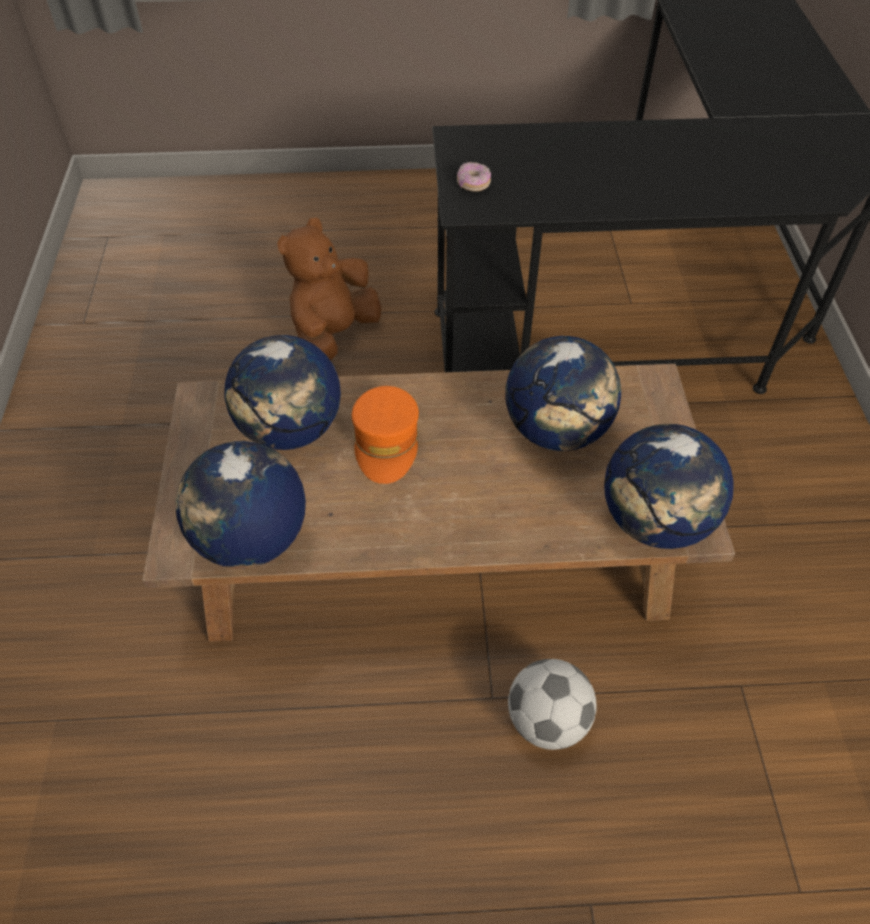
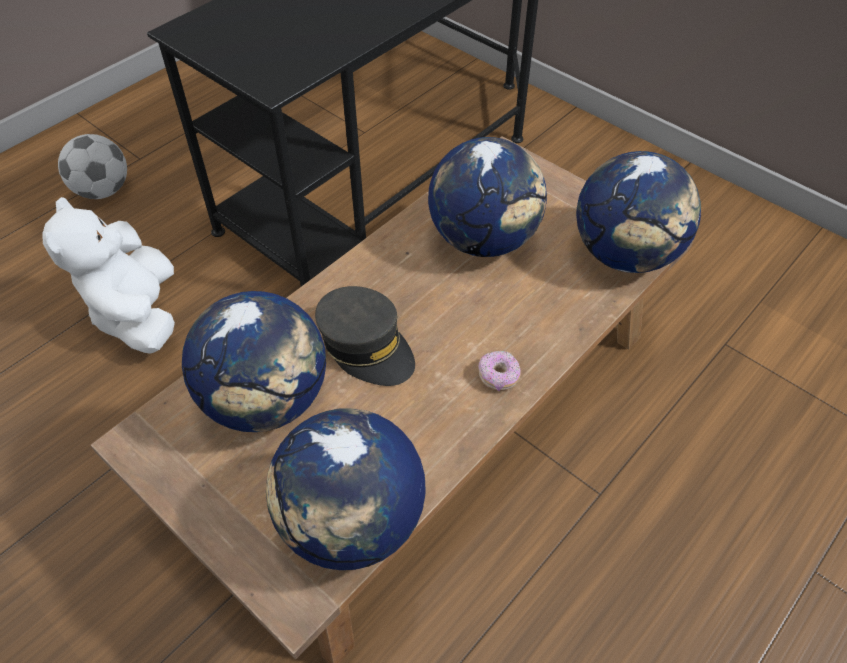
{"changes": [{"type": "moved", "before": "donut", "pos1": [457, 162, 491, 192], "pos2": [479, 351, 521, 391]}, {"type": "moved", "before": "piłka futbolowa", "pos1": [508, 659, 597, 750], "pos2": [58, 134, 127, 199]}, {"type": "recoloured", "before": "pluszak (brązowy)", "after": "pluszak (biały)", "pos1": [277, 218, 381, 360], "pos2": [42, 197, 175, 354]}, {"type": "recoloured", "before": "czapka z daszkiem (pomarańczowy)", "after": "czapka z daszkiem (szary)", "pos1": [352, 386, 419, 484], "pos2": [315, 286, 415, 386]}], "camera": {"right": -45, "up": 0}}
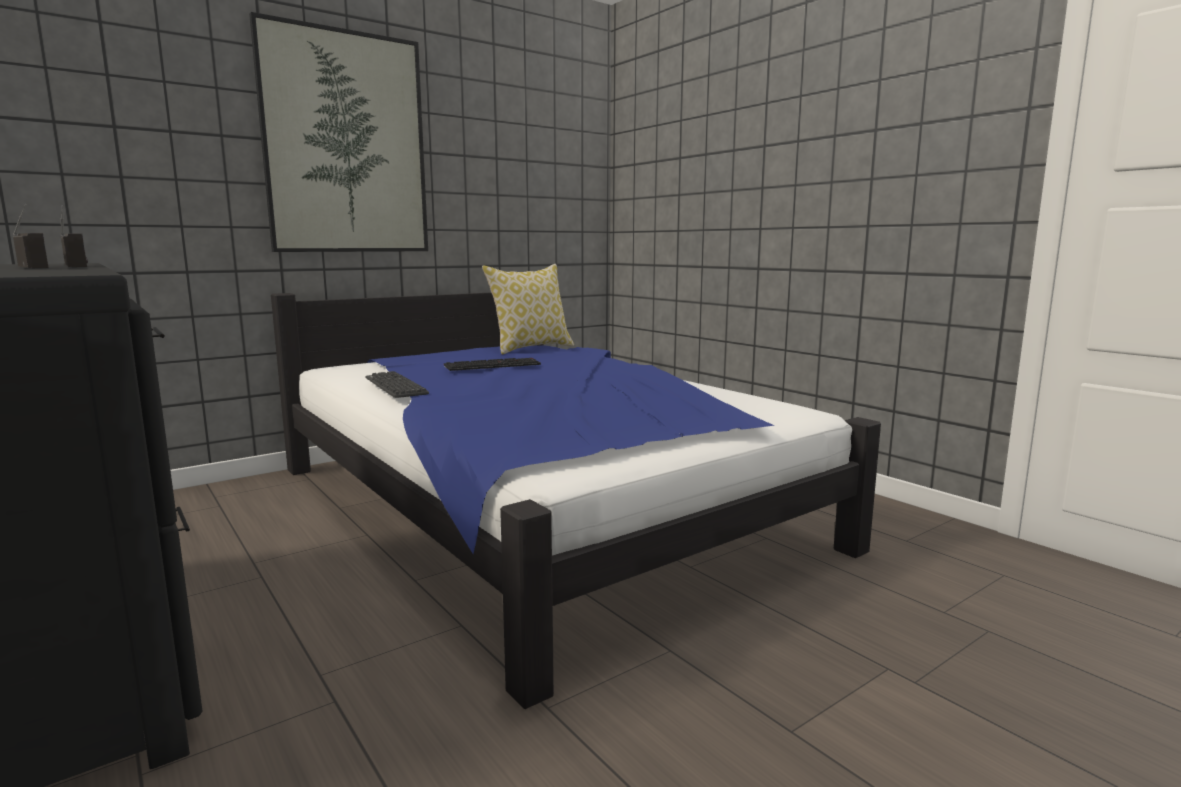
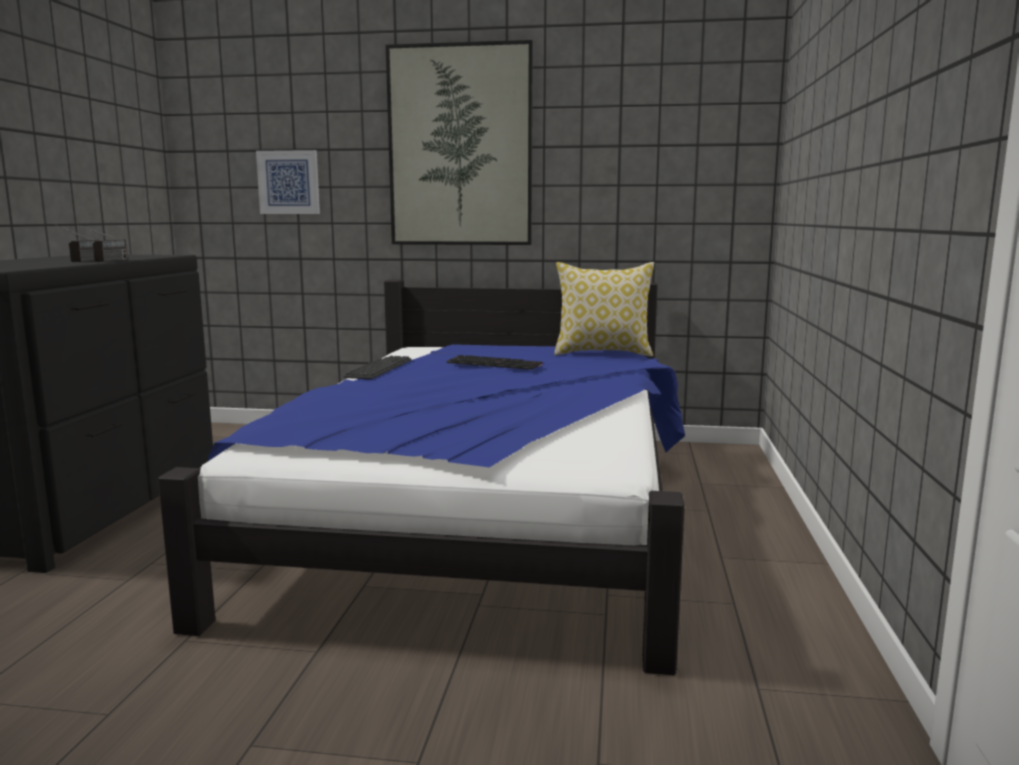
{"changes": [{"type": "added", "after": "obraz", "pos2": [256, 150, 320, 214]}], "camera": {"right": 45, "up": 0}}
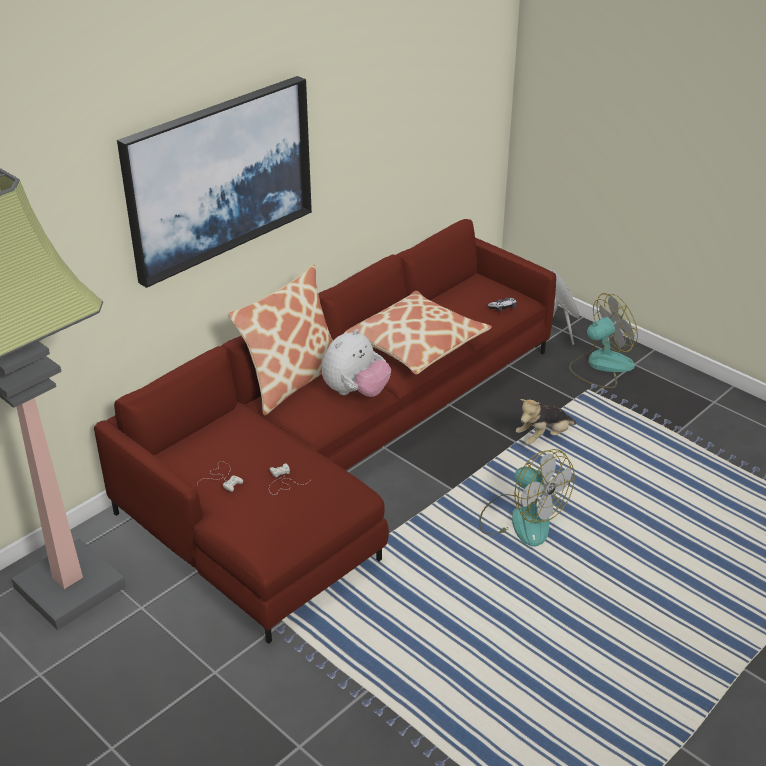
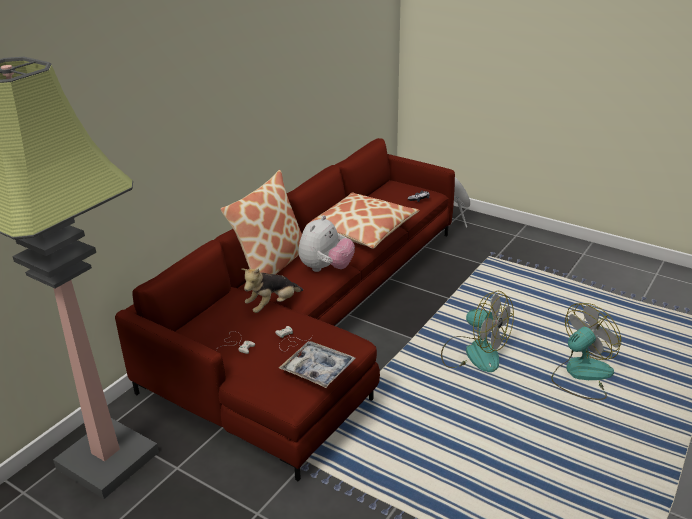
{"changes": [{"type": "removed", "before": "obraz", "pos1": [117, 76, 312, 288]}, {"type": "added", "after": "taca", "pos2": [279, 341, 355, 388]}, {"type": "moved", "before": "pluszak", "pos1": [516, 399, 576, 445], "pos2": [242, 269, 303, 313]}, {"type": "moved", "before": "wentylator", "pos1": [569, 293, 638, 388], "pos2": [551, 303, 621, 400]}], "camera": {"right": -10, "up": -5}}
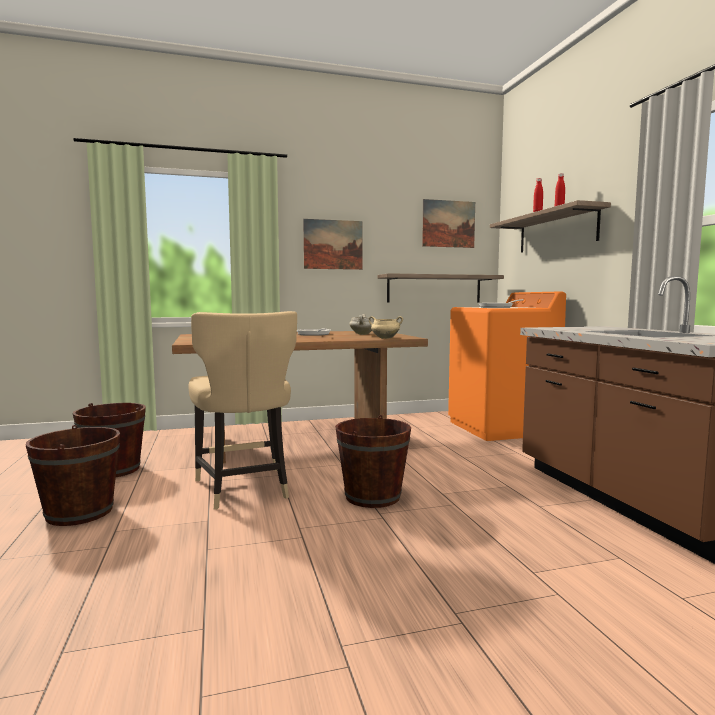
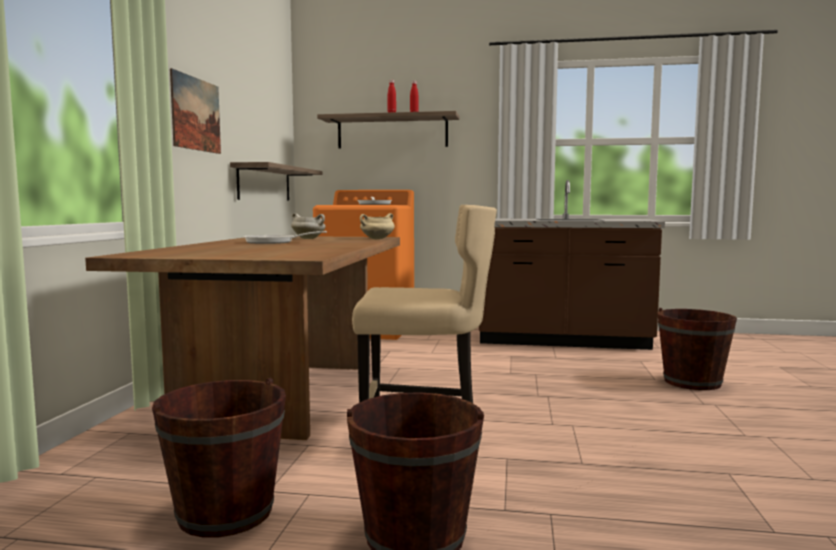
{"changes": [{"type": "removed", "before": "obraz", "pos1": [422, 199, 475, 248]}, {"type": "moved", "before": "wiadro (brązowy)", "pos1": [335, 415, 411, 508], "pos2": [657, 308, 737, 390]}], "camera": {"right": -65, "up": 0}}
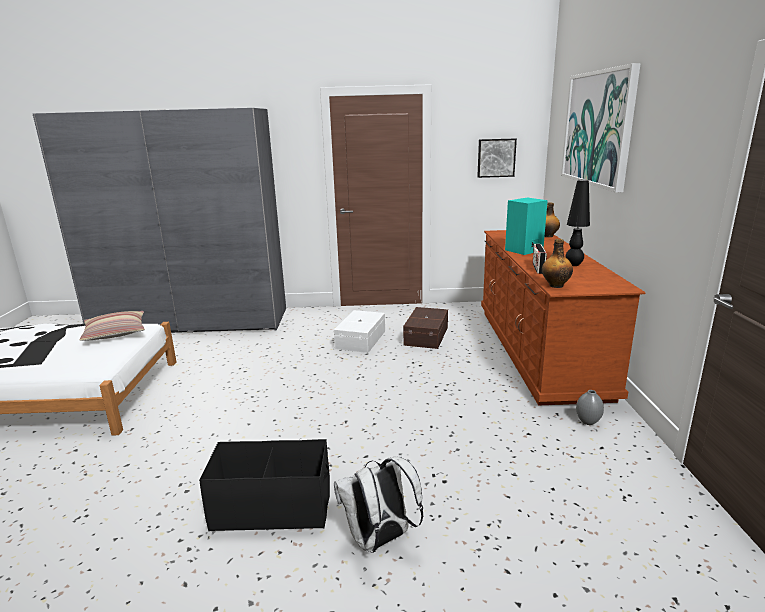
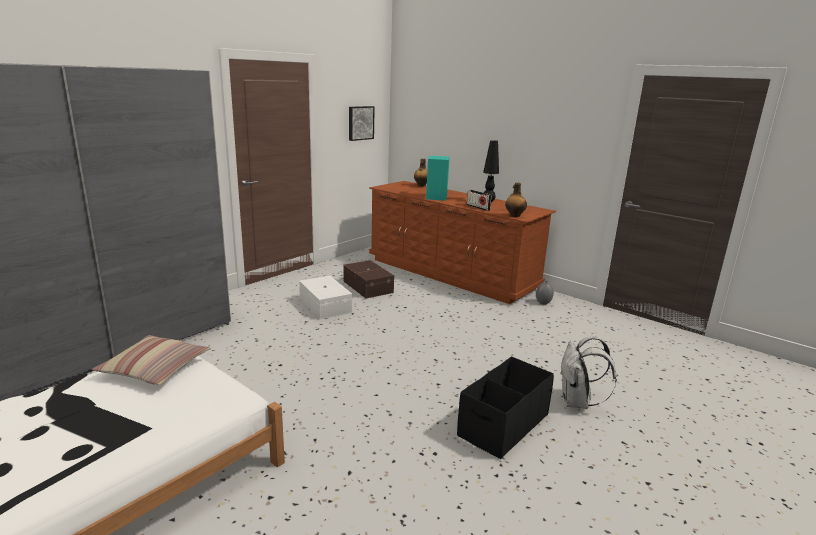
{"changes": [{"type": "removed", "before": "obraz", "pos1": [561, 63, 641, 193]}], "camera": {"right": -50, "up": 0}}
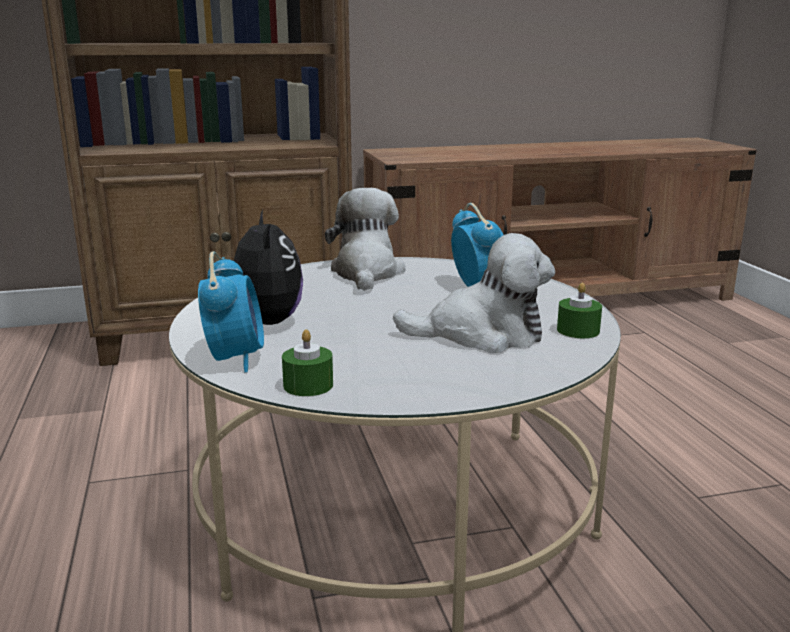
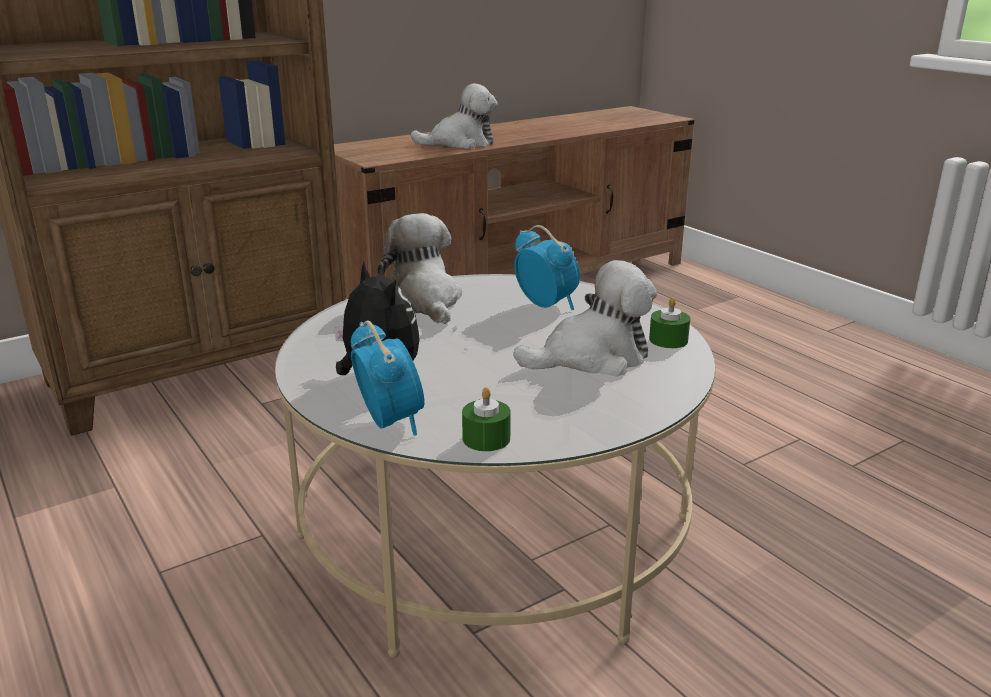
{"changes": [{"type": "added", "after": "pluszak", "pos2": [410, 84, 498, 149]}], "camera": {"right": -20, "up": 5}}
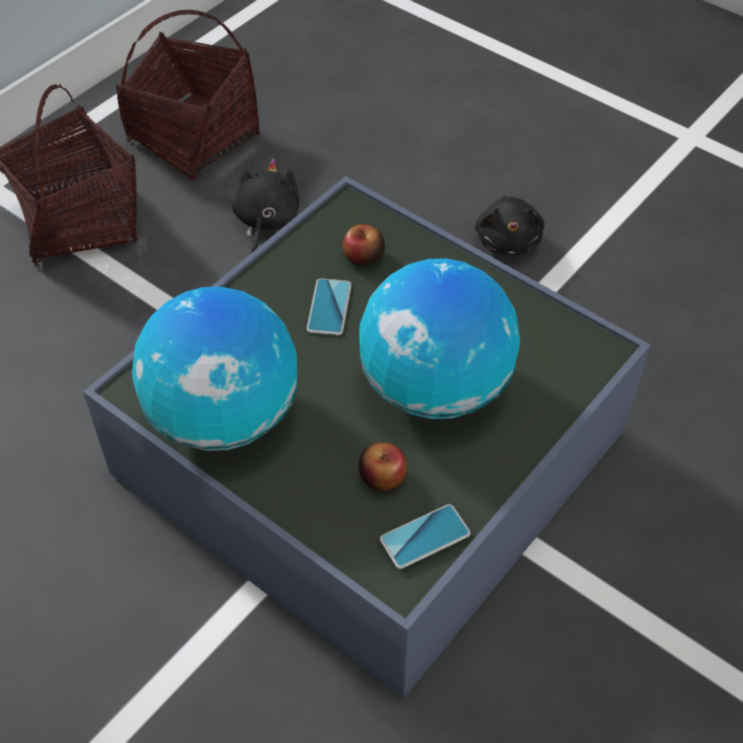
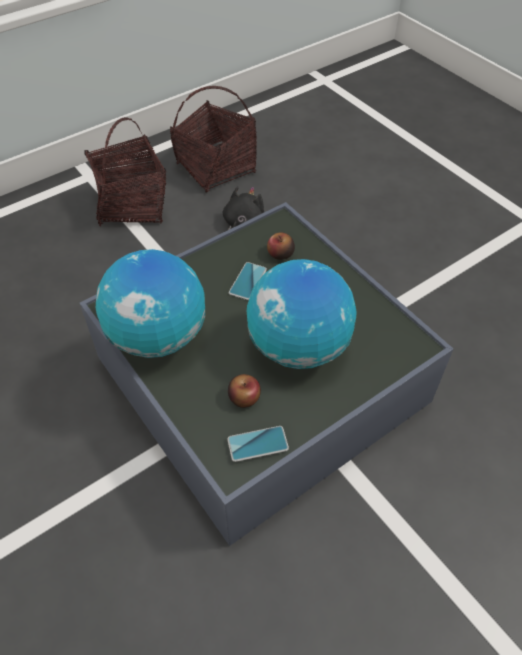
{"changes": [{"type": "removed", "before": "pluszak (czarny)", "pos1": [475, 195, 544, 256]}], "camera": {"right": 15, "up": 0}}
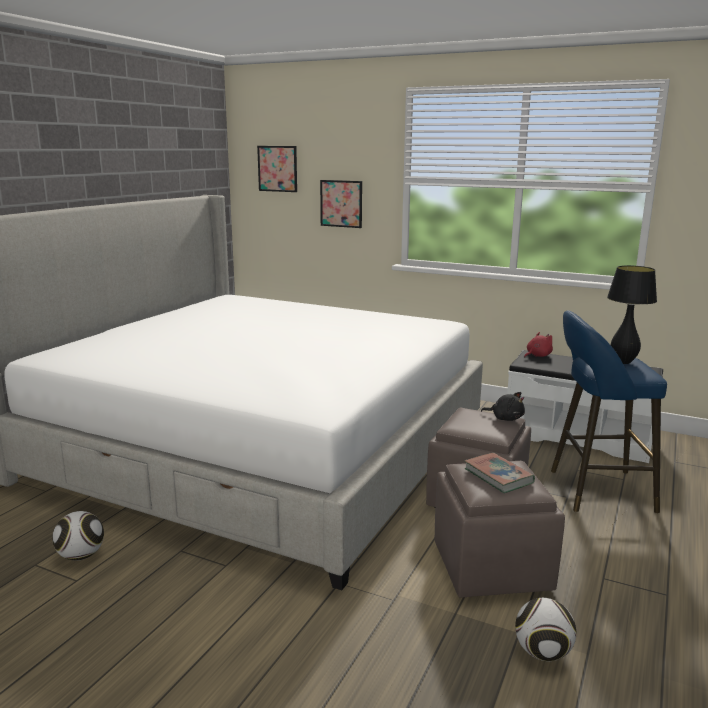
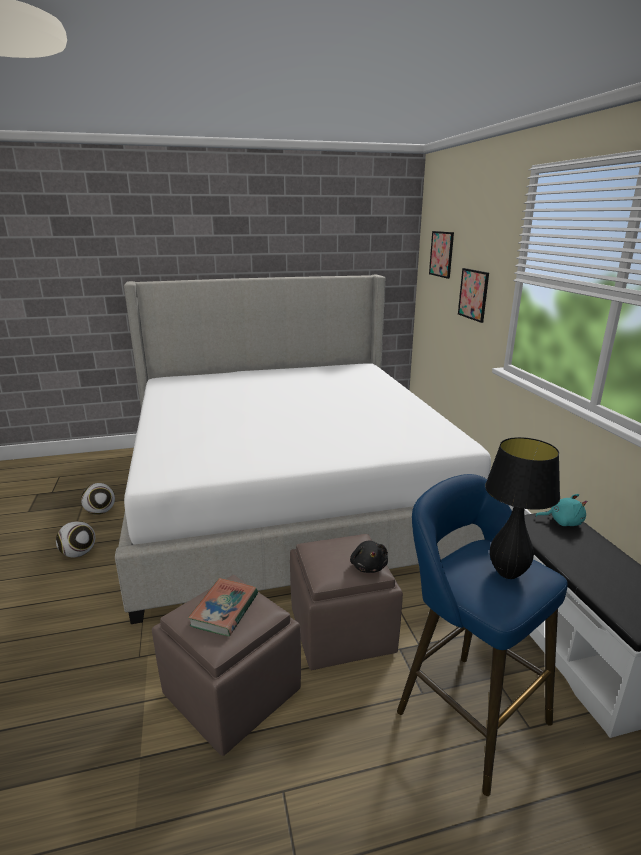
{"changes": [{"type": "moved", "before": "piłka futbolowa", "pos1": [515, 598, 576, 661], "pos2": [56, 521, 95, 558]}, {"type": "recoloured", "before": "pluszak (czerwony)", "after": "pluszak (turkusowy)", "pos1": [524, 332, 553, 357], "pos2": [535, 494, 587, 526]}], "camera": {"right": 50, "up": 5}}
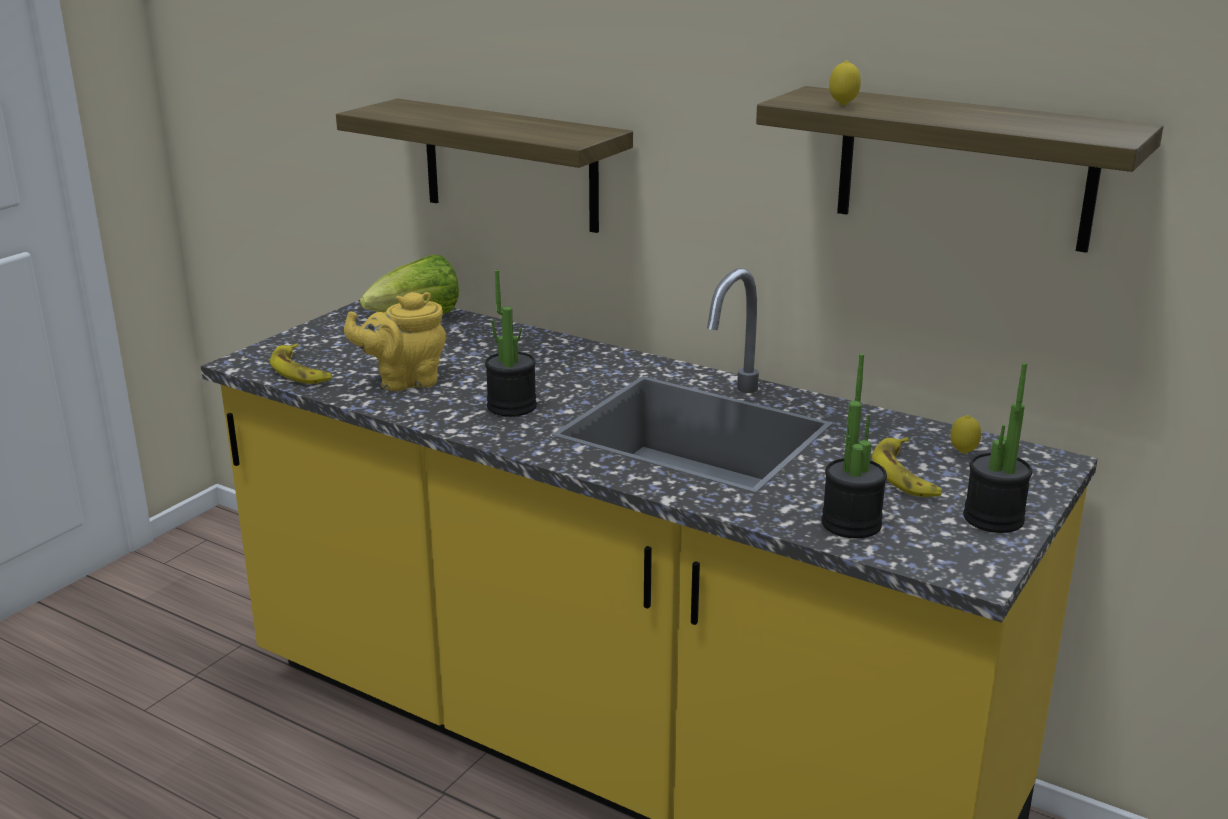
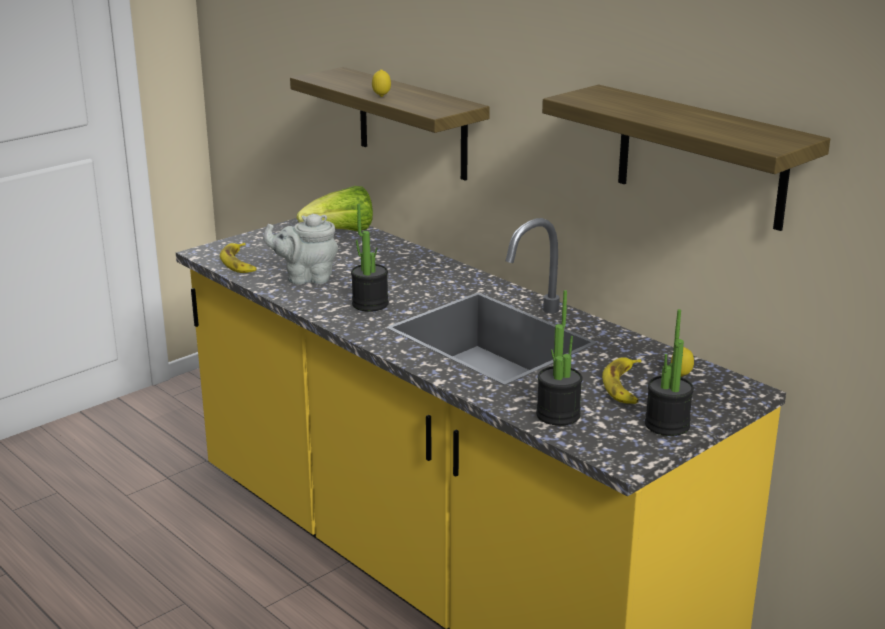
{"changes": [{"type": "moved", "before": "cytryna", "pos1": [829, 60, 861, 106], "pos2": [372, 69, 391, 97]}, {"type": "recoloured", "before": "imbryk (żółty)", "after": "imbryk (szary)", "pos1": [344, 292, 447, 391], "pos2": [263, 214, 338, 285]}], "camera": {"right": 15, "up": 0}}
